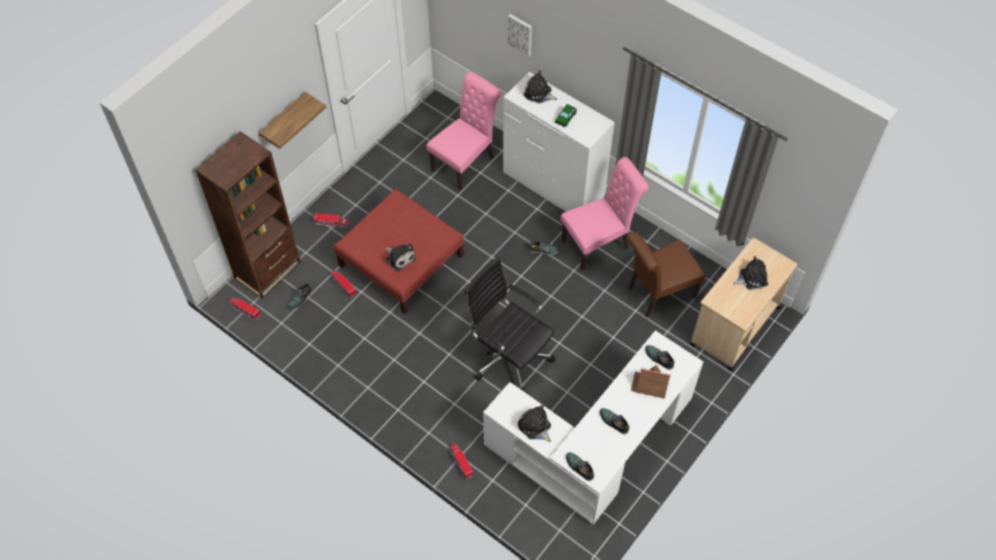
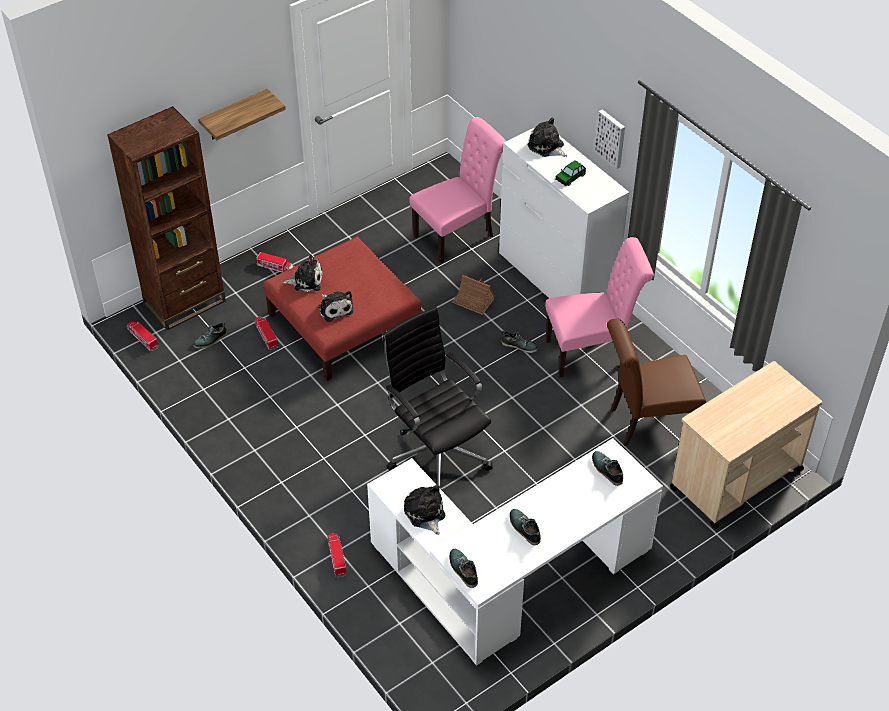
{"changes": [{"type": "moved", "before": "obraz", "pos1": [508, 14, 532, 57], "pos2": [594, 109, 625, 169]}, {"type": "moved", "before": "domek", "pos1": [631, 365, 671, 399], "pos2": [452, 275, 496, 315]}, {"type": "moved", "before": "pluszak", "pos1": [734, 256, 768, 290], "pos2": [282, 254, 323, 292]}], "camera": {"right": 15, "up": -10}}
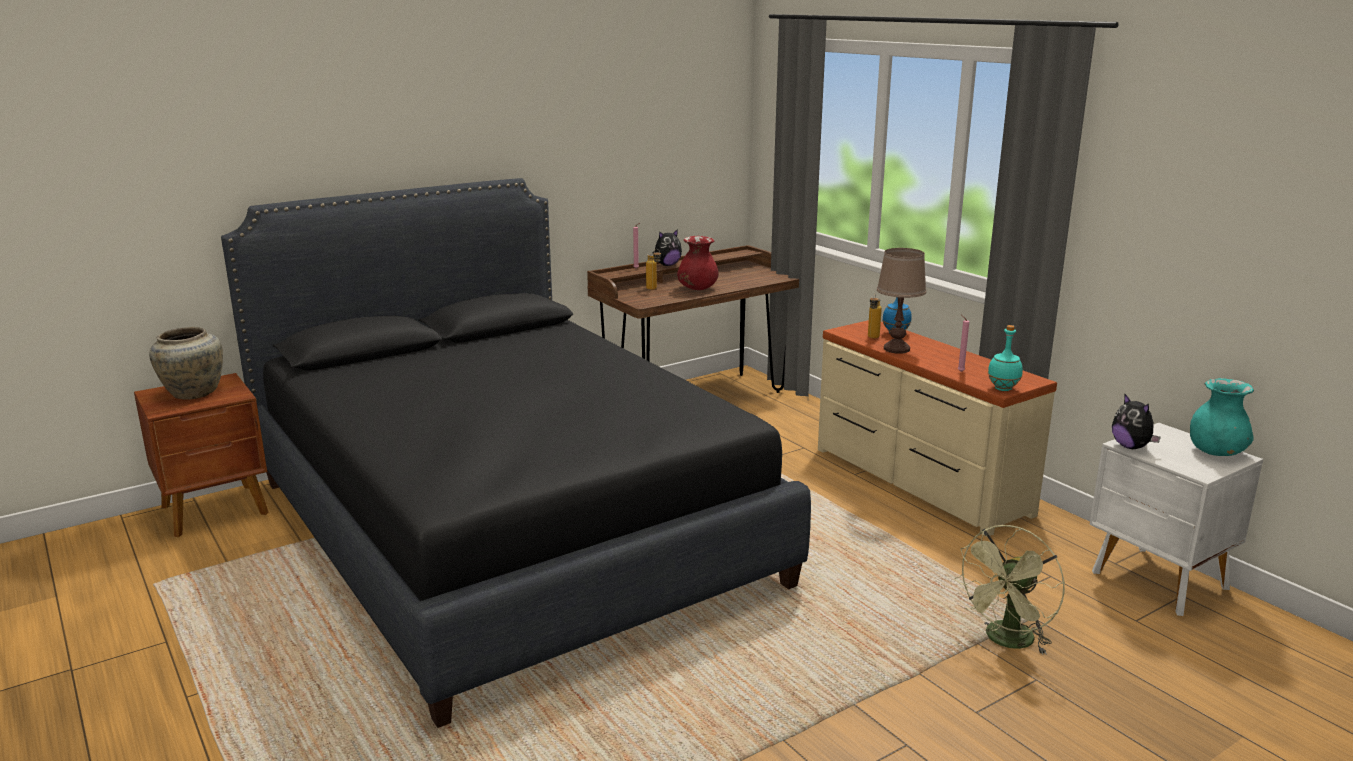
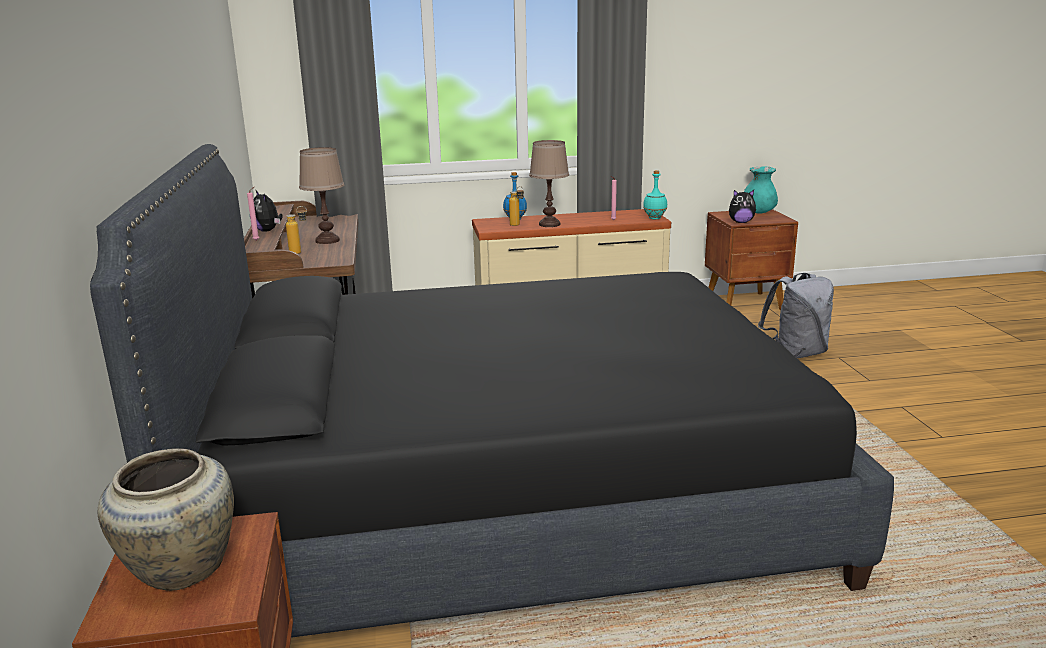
{"changes": [{"type": "replaced", "before": "wazon (czerwony)", "after": "lampa stołowa (brązowy)", "pos1": [677, 236, 718, 290], "pos2": [299, 147, 344, 244]}, {"type": "replaced", "before": "wentylator (zielony)", "after": "plecak (szary)", "pos1": [954, 525, 1065, 654], "pos2": [758, 273, 834, 358]}, {"type": "recoloured", "before": "szafka nocna (biały)", "after": "szafka nocna (brązowy)", "pos1": [1090, 423, 1263, 616], "pos2": [705, 209, 798, 310]}, {"type": "turned", "before": "pluszak", "pos1": [652, 229, 682, 266], "pos2": [254, 191, 283, 232], "turn": 150}], "camera": {"right": -65, "up": 0}}
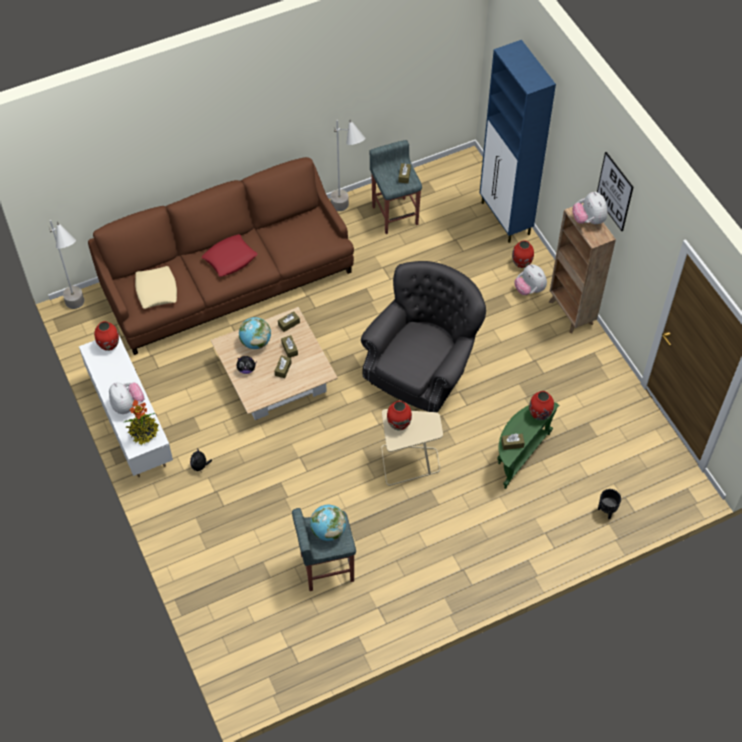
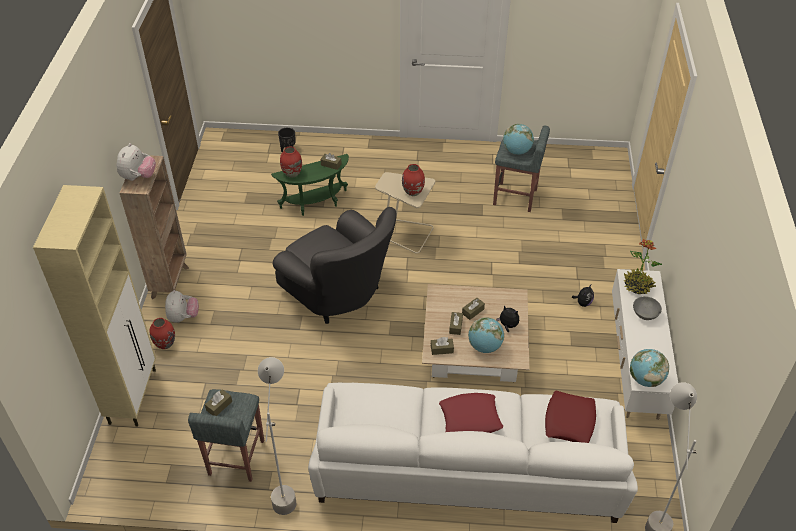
{"changes": [{"type": "removed", "before": "obraz", "pos1": [597, 152, 633, 231]}, {"type": "replaced", "before": "wazon (czerwony)", "after": "globus", "pos1": [94, 321, 119, 351], "pos2": [630, 349, 669, 387]}, {"type": "replaced", "before": "pluszak", "after": "miska (szary)", "pos1": [109, 382, 145, 414], "pos2": [633, 296, 662, 320]}, {"type": "recoloured", "before": "kanapa (brązowy)", "after": "kanapa (biały)", "pos1": [88, 157, 354, 355], "pos2": [308, 383, 638, 523]}, {"type": "recoloured", "before": "poduszka (beżowy)", "after": "poduszka (czerwony)", "pos1": [135, 266, 177, 309], "pos2": [545, 391, 596, 443]}, {"type": "recoloured", "before": "szafka (niebieski)", "after": "szafka (beżowy)", "pos1": [479, 40, 556, 243], "pos2": [33, 185, 156, 426]}, {"type": "turned", "before": "fotel (szary)", "pos1": [361, 261, 486, 412], "pos2": [273, 207, 397, 324], "turn": -105}], "camera": {"right": -150, "up": -10}}
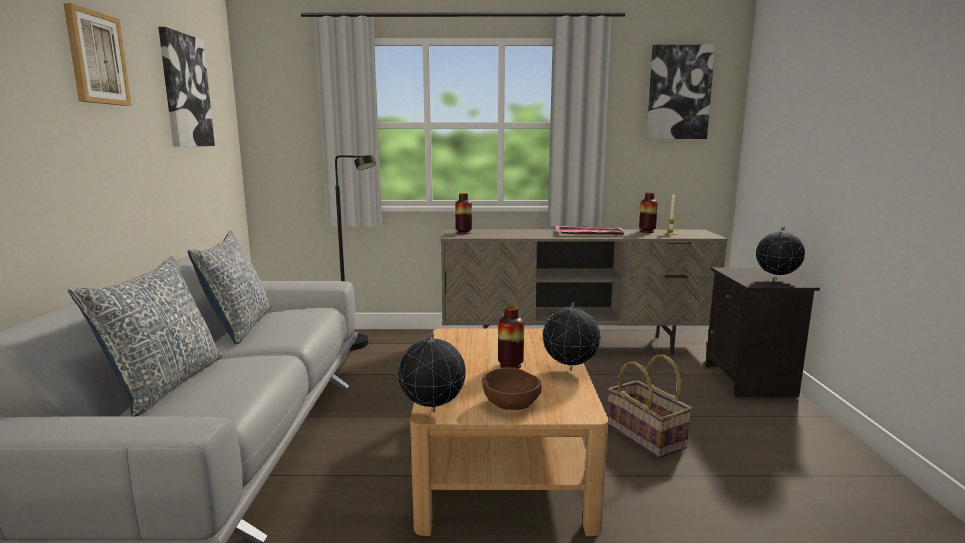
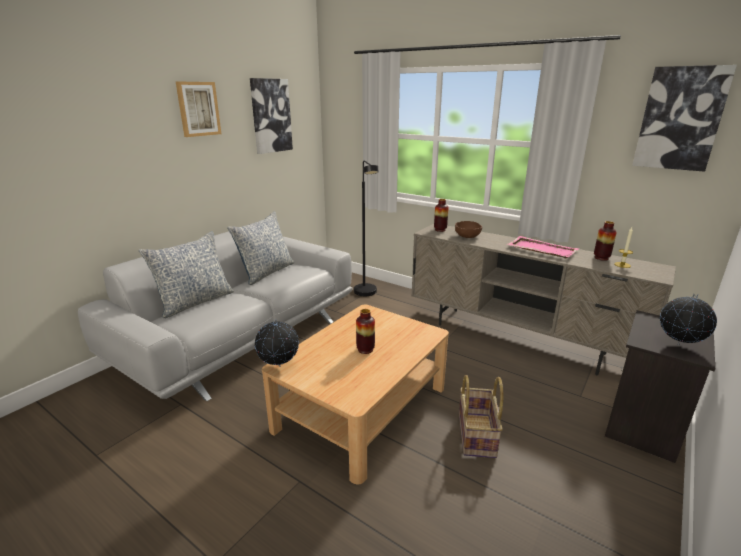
{"changes": [{"type": "removed", "before": "globus", "pos1": [543, 302, 601, 371]}, {"type": "moved", "before": "miska (brązowy)", "pos1": [482, 368, 542, 410], "pos2": [455, 221, 482, 238]}], "camera": {"right": 35, "up": 10}}
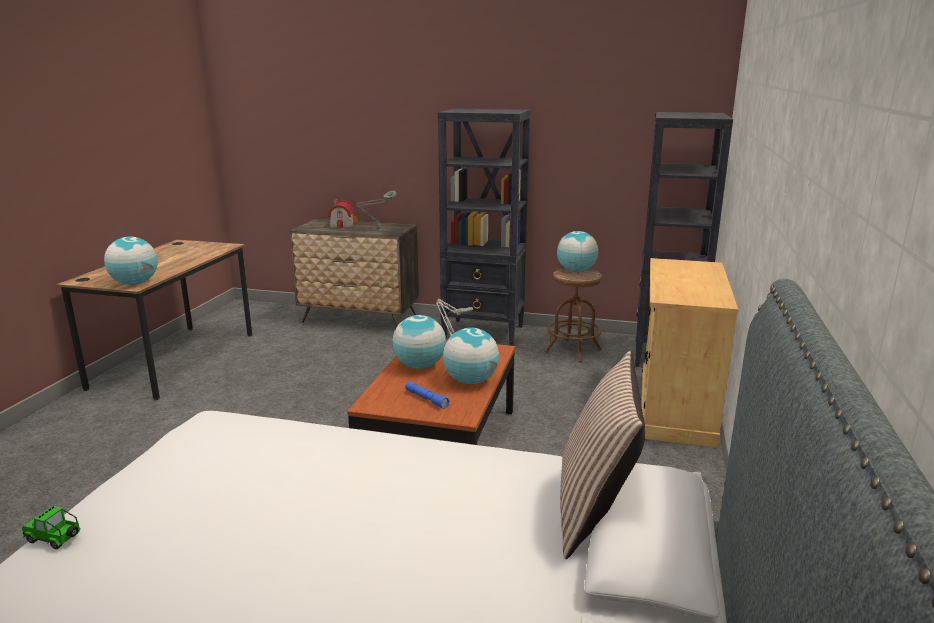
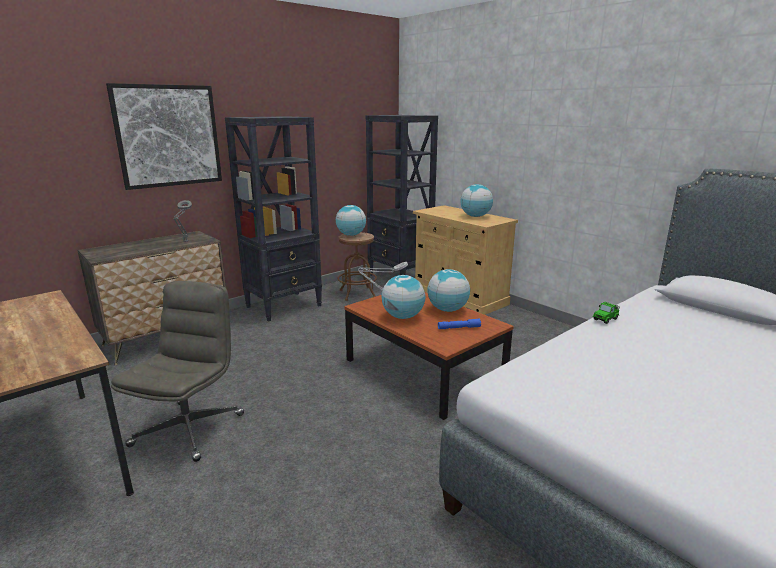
{"changes": [{"type": "removed", "before": "domek", "pos1": [328, 200, 359, 228]}, {"type": "removed", "before": "poduszka", "pos1": [560, 351, 645, 559]}, {"type": "added", "after": "obraz", "pos2": [106, 83, 222, 190]}, {"type": "added", "after": "krzesło biurowe (szary)", "pos2": [111, 281, 244, 462]}, {"type": "moved", "before": "samochodzik", "pos1": [22, 506, 81, 549], "pos2": [593, 302, 620, 324]}, {"type": "moved", "before": "globus", "pos1": [104, 237, 158, 285], "pos2": [461, 184, 493, 217]}], "camera": {"right": -55, "up": 0}}
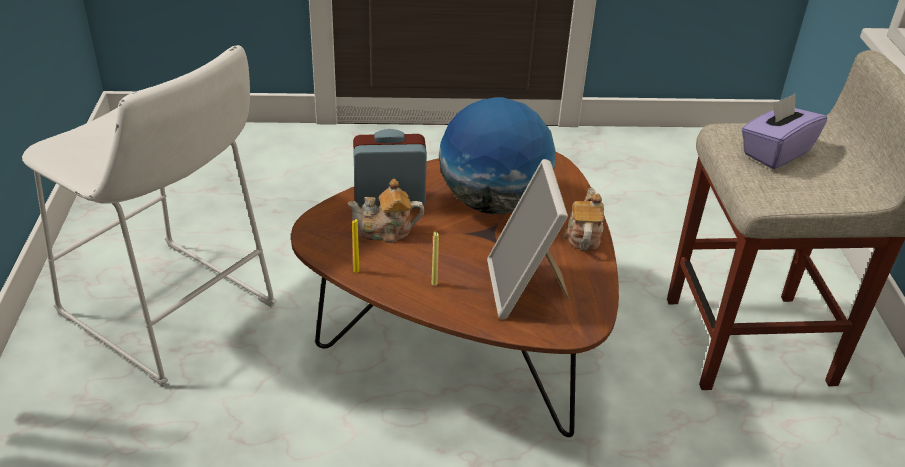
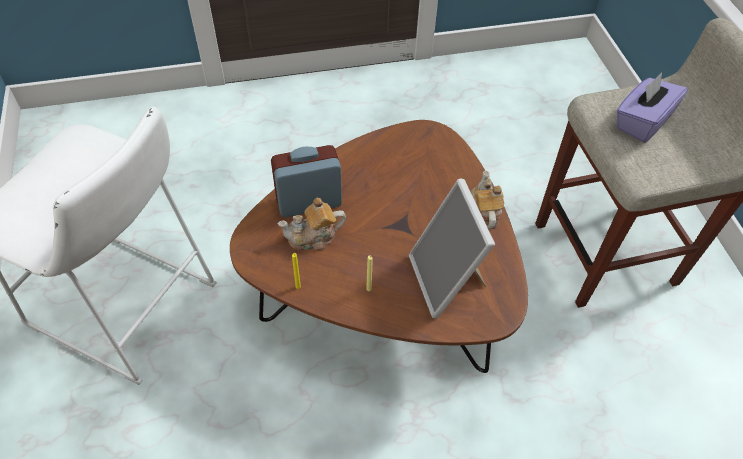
{"changes": [{"type": "removed", "before": "globus", "pos1": [439, 97, 555, 215]}], "camera": {"right": -10, "up": 15}}
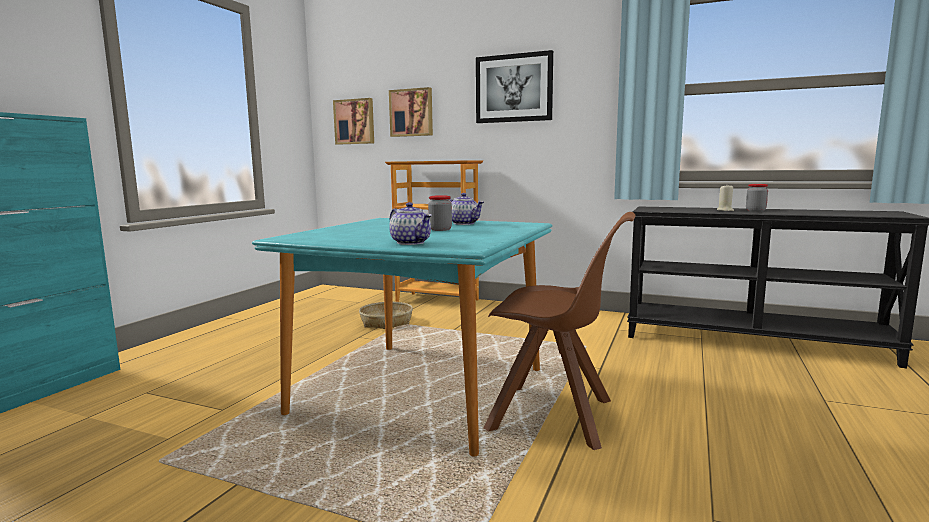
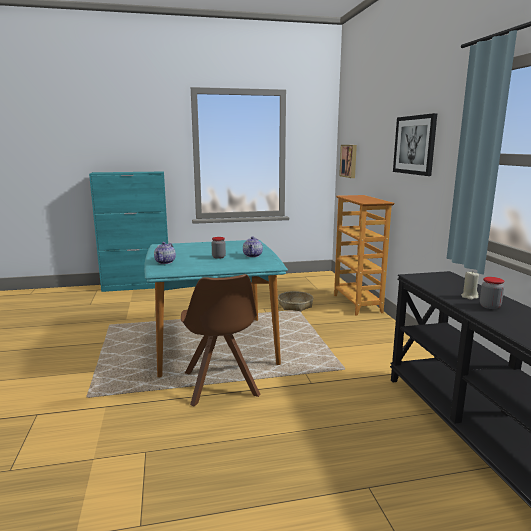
{"changes": [{"type": "removed", "before": "obraz", "pos1": [389, 87, 433, 137]}], "camera": {"right": 55, "up": 5}}
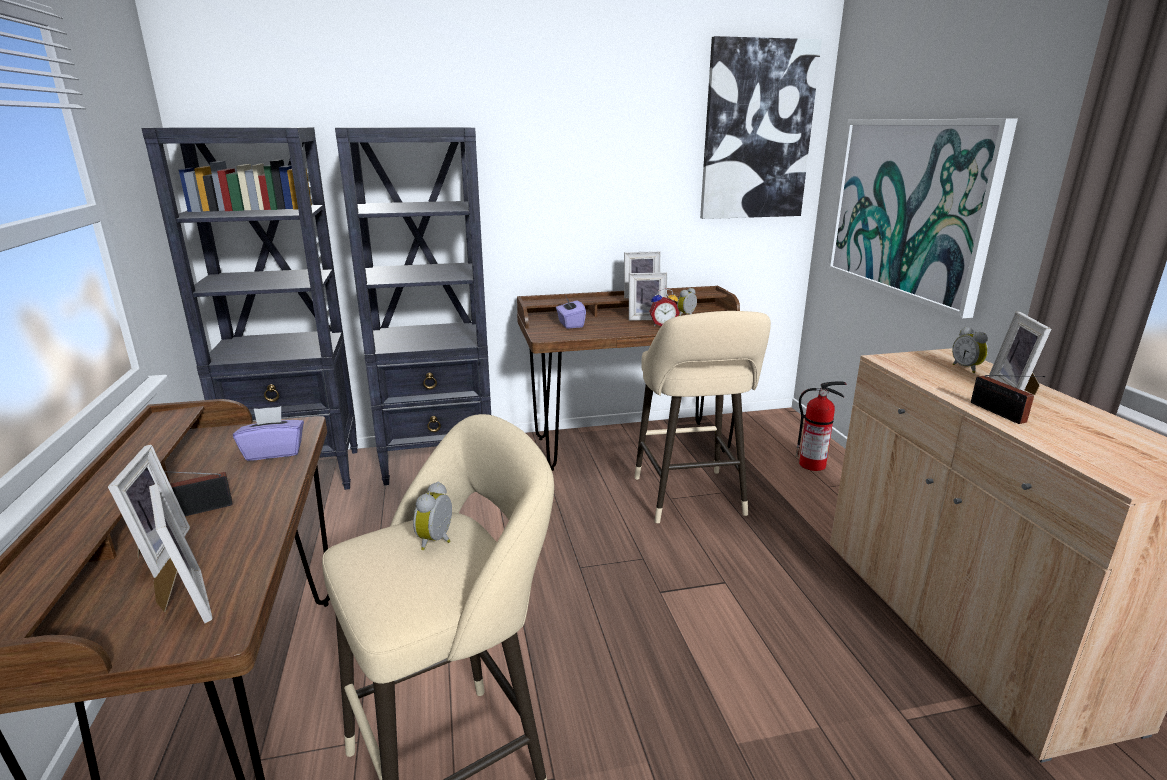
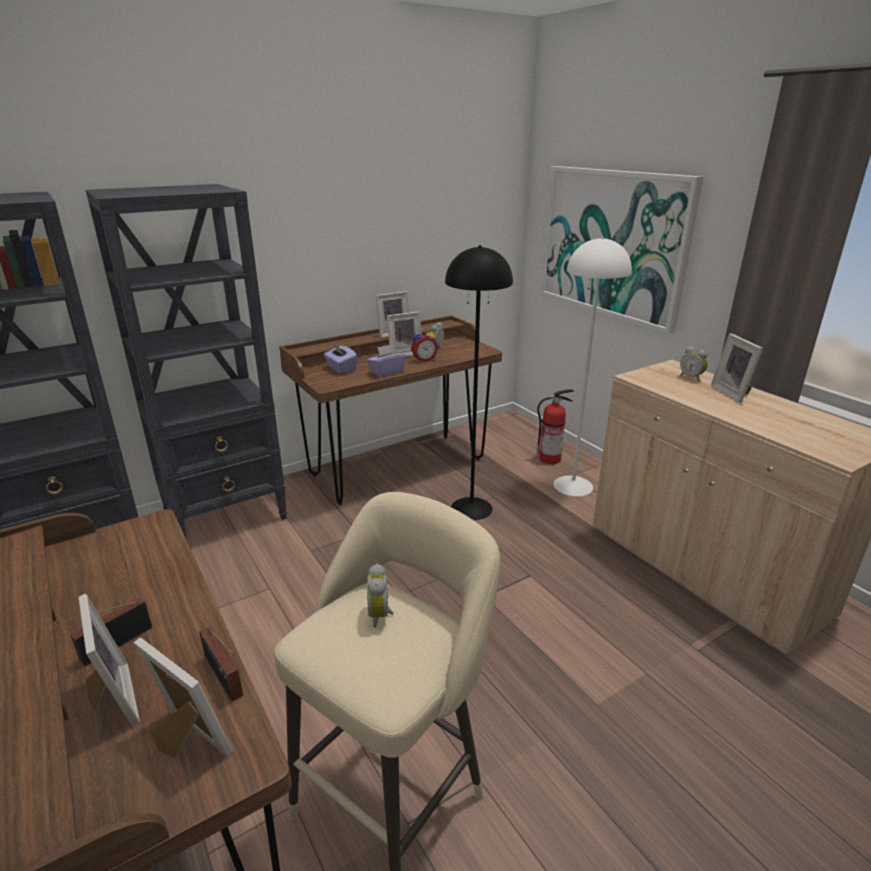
{"changes": [{"type": "removed", "before": "obraz", "pos1": [700, 36, 822, 219]}, {"type": "added", "after": "lampa stojąca (biały)", "pos2": [553, 237, 632, 496]}, {"type": "moved", "before": "pudełko chusteczek (fioletowy)", "pos1": [233, 406, 304, 461], "pos2": [367, 344, 406, 377]}, {"type": "moved", "before": "radio", "pos1": [971, 375, 1045, 424], "pos2": [199, 626, 243, 701]}, {"type": "replaced", "before": "stołek (beżowy)", "after": "lampa stojąca (czarny)", "pos1": [634, 311, 771, 523], "pos2": [445, 245, 513, 520]}], "camera": {"right": -20, "up": 5}}
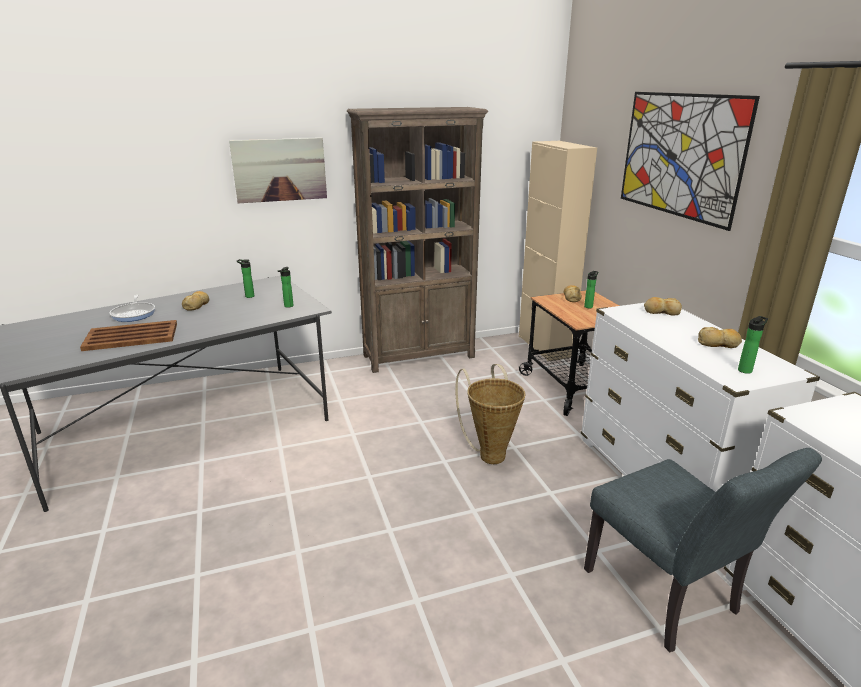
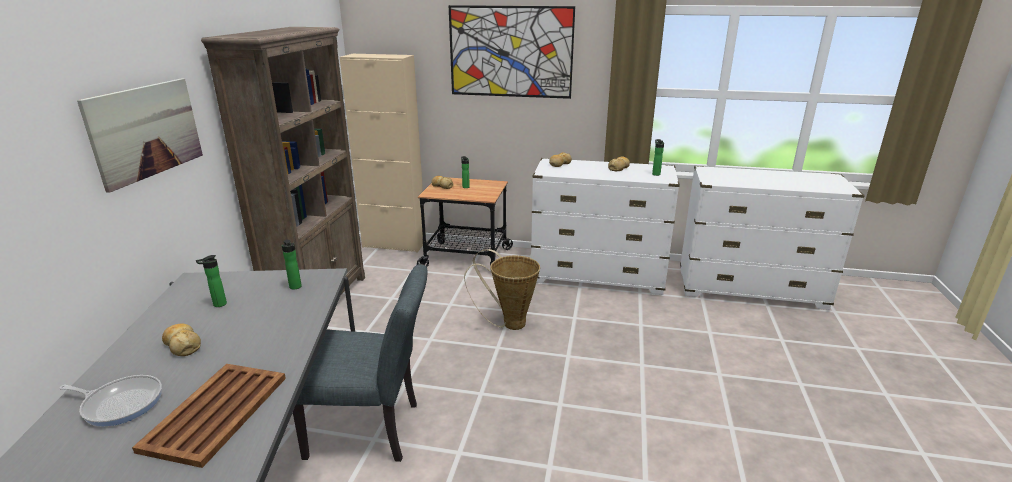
{"changes": [{"type": "moved", "before": "krzesło (szary)", "pos1": [584, 448, 822, 652], "pos2": [293, 264, 427, 462]}], "camera": {"right": -60, "up": 0}}
